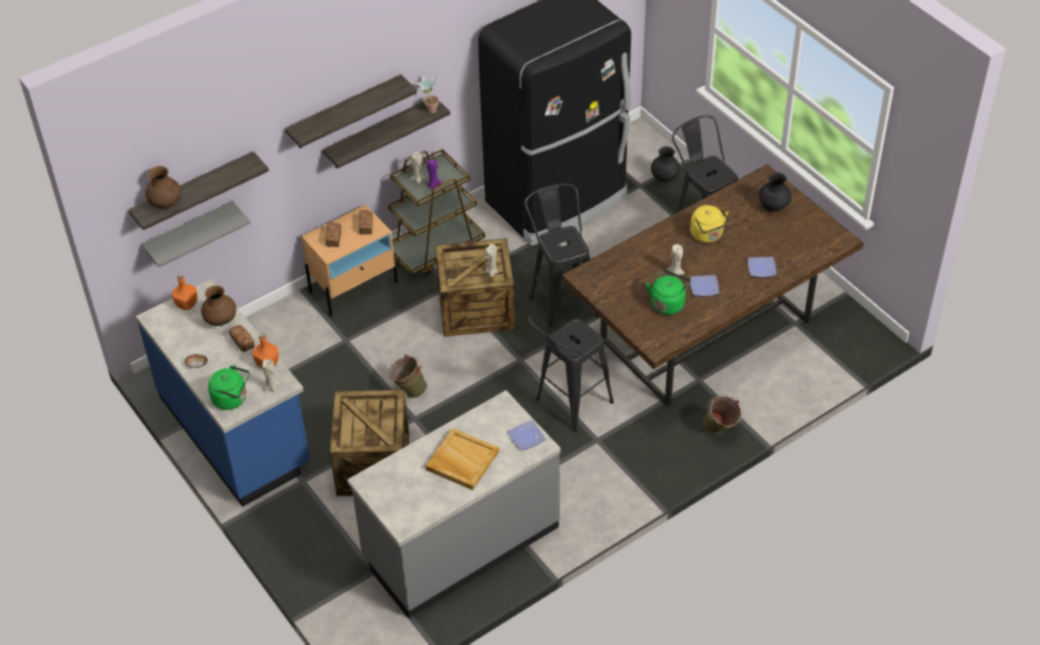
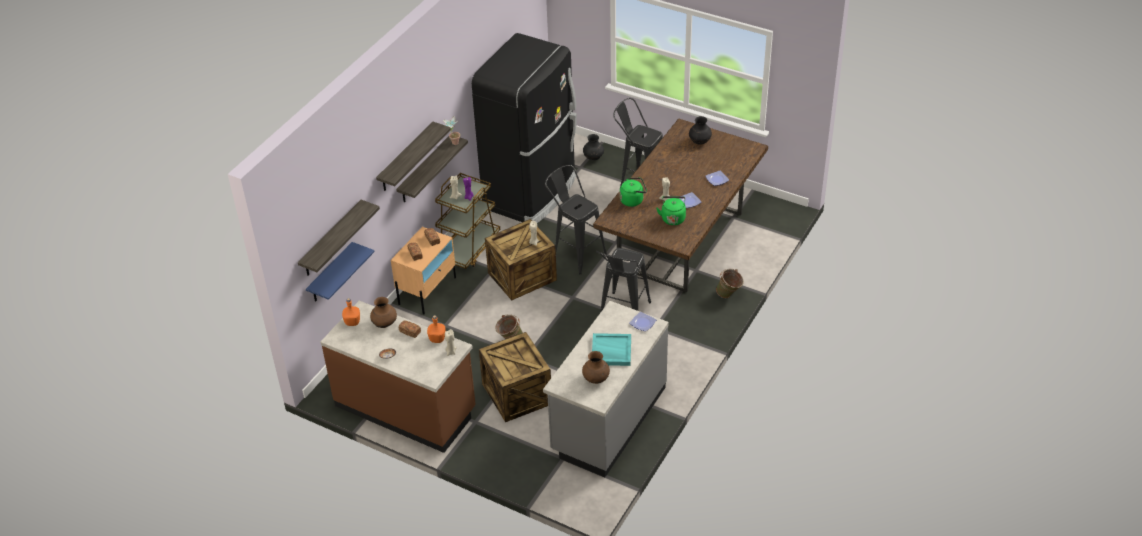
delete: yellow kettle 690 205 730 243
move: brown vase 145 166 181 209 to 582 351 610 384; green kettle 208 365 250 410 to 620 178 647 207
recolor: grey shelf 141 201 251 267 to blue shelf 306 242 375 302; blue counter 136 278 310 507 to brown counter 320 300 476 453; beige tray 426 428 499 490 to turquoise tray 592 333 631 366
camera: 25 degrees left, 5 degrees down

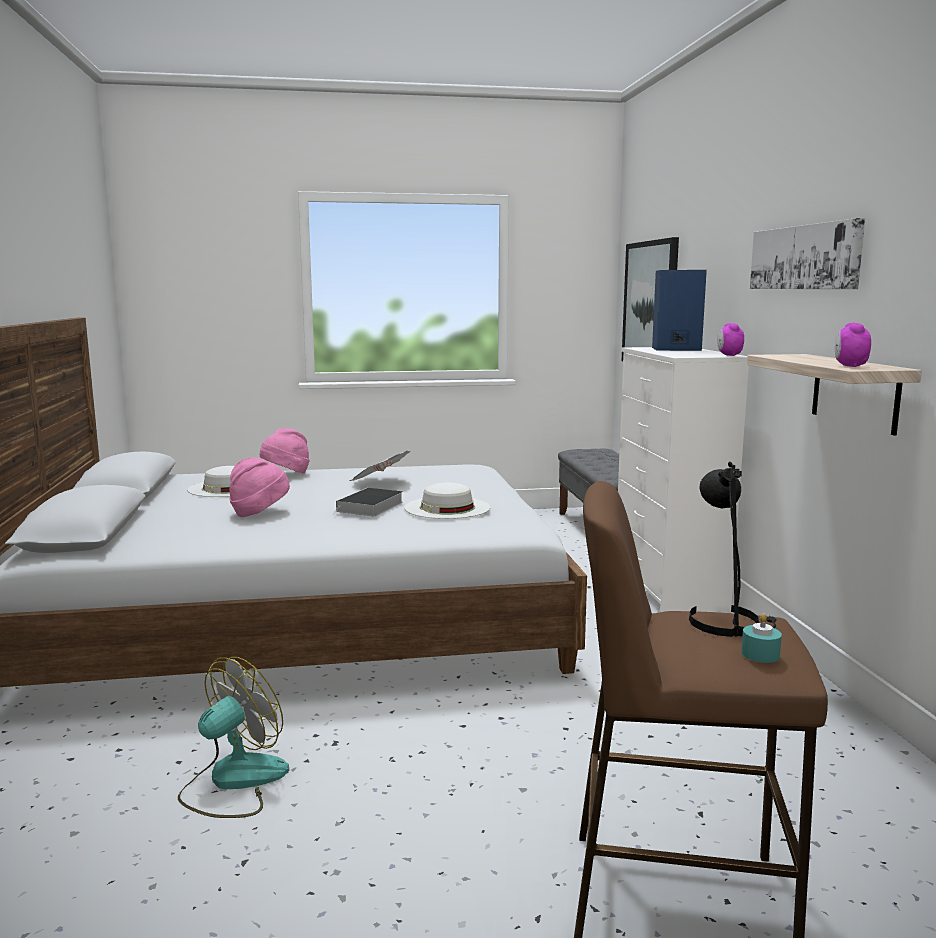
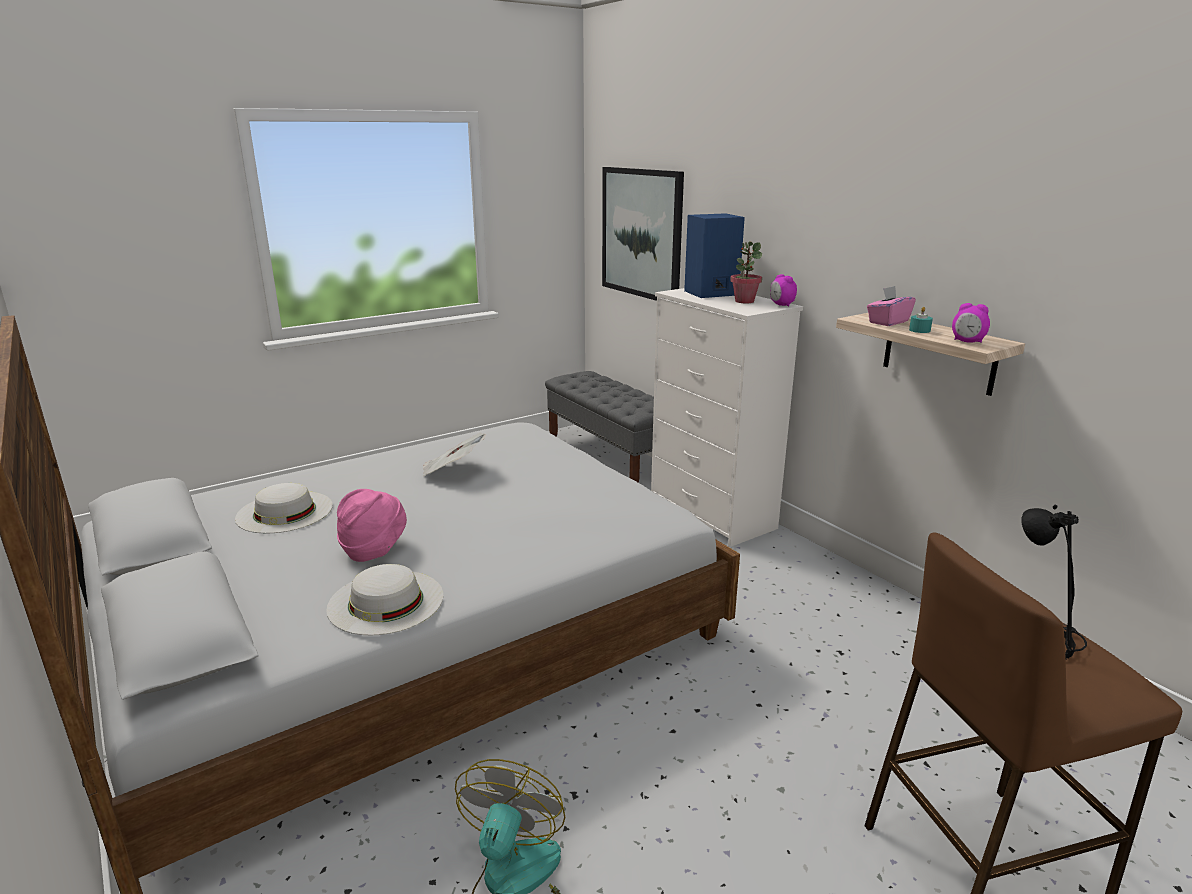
delete: pink hat 260 428 310 474; book 332 488 403 516; picture 750 218 865 289
insert: potted plant 730 241 762 303; pink tissue box 867 286 916 326
move: white hat 404 482 490 519 to 326 564 443 635; turquoise candle 741 613 782 663 to 909 307 933 333
rotate: alarm clock 835 323 871 367 = 952 303 990 343 45 degrees counterclockwise
camera: 25 degrees left, 10 degrees up

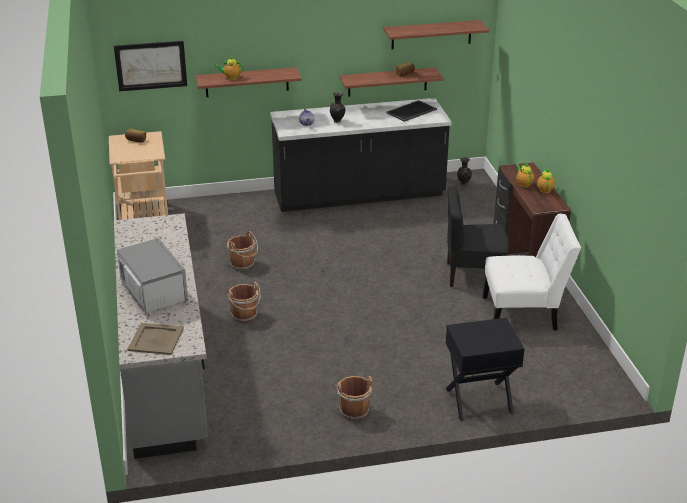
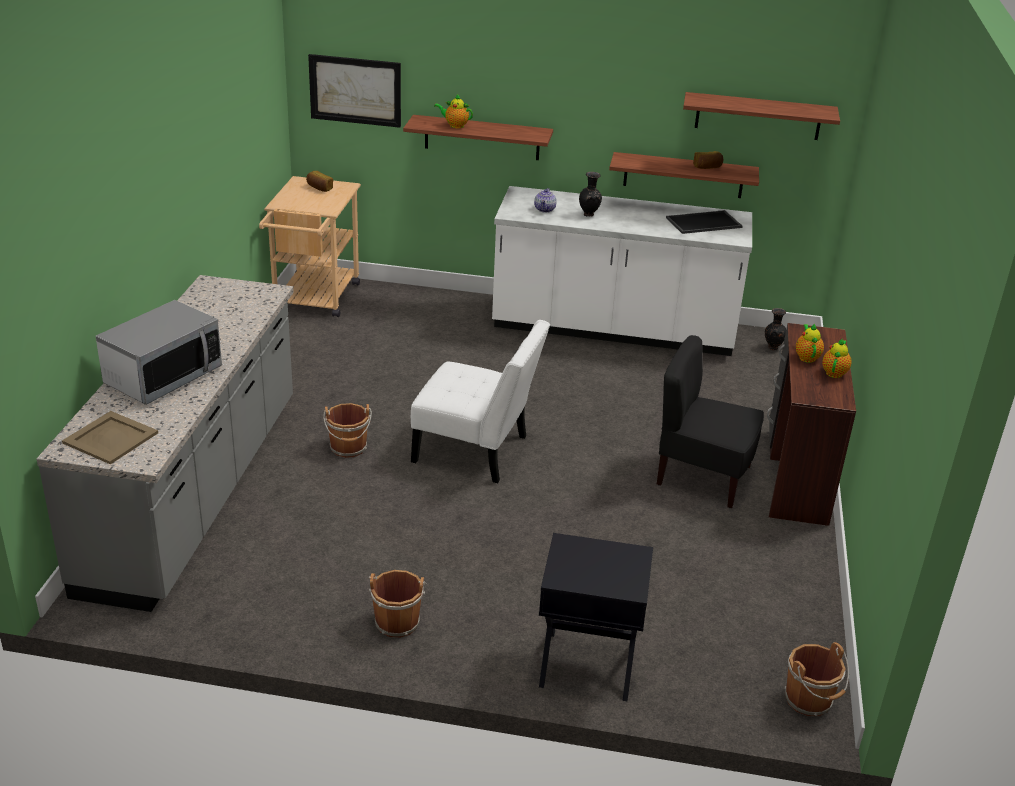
move: white chair 483 214 581 331 to 411 320 550 483; brown bucket 227 231 258 270 to 784 642 849 716
recolor: black counter 270 98 452 212 to white counter 492 186 752 356
rotate: microwave 117 238 188 314 = 96 300 222 405 45 degrees clockwise
camera: 20 degrees right, 0 degrees up

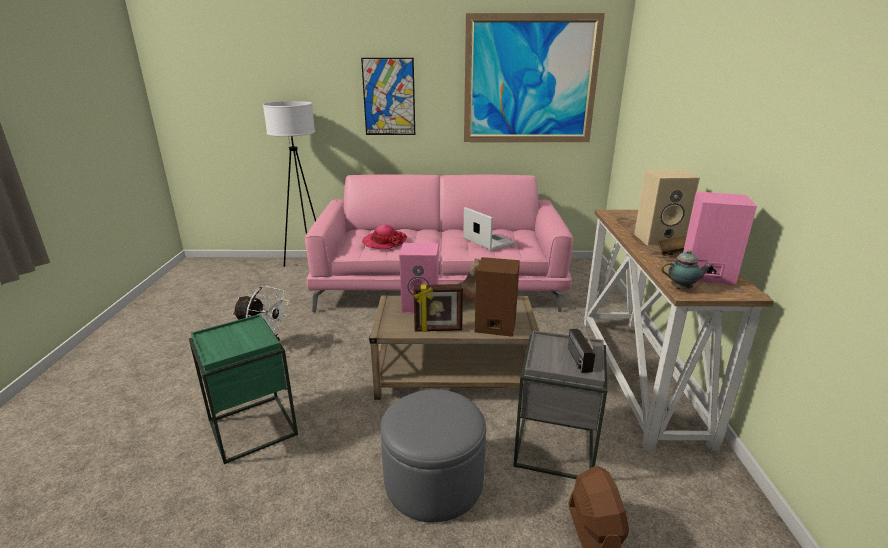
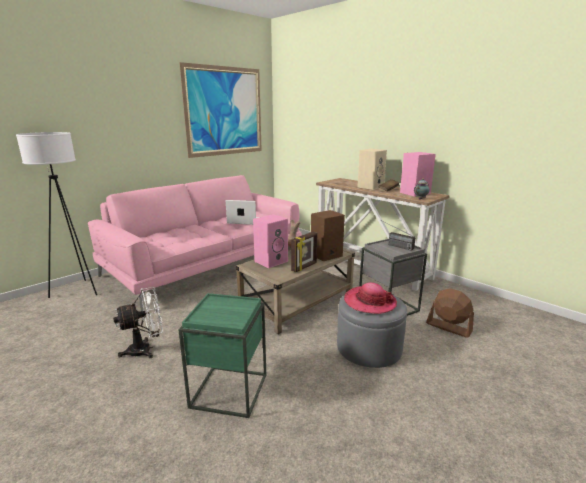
delete: picture 361 58 415 135
move: hat 362 224 407 249 to 344 283 397 314
camera: 45 degrees left, 5 degrees down

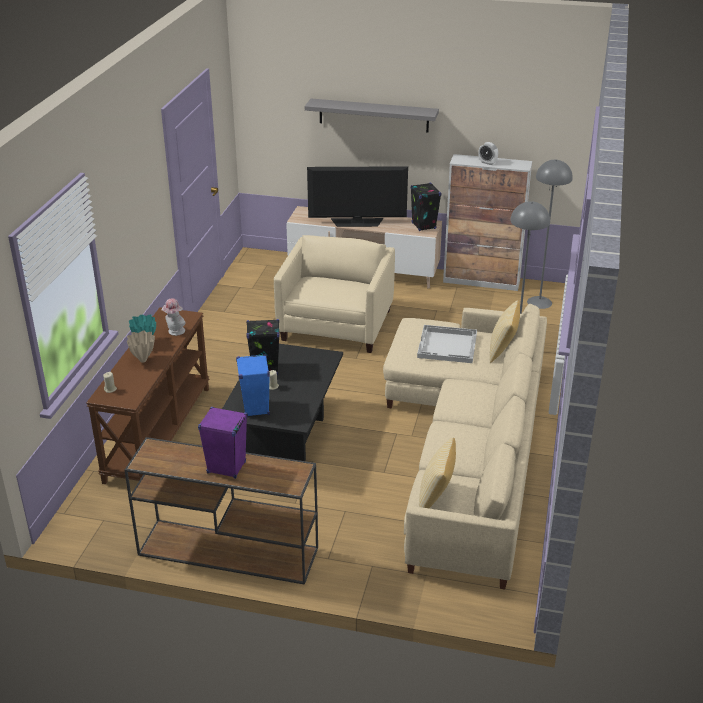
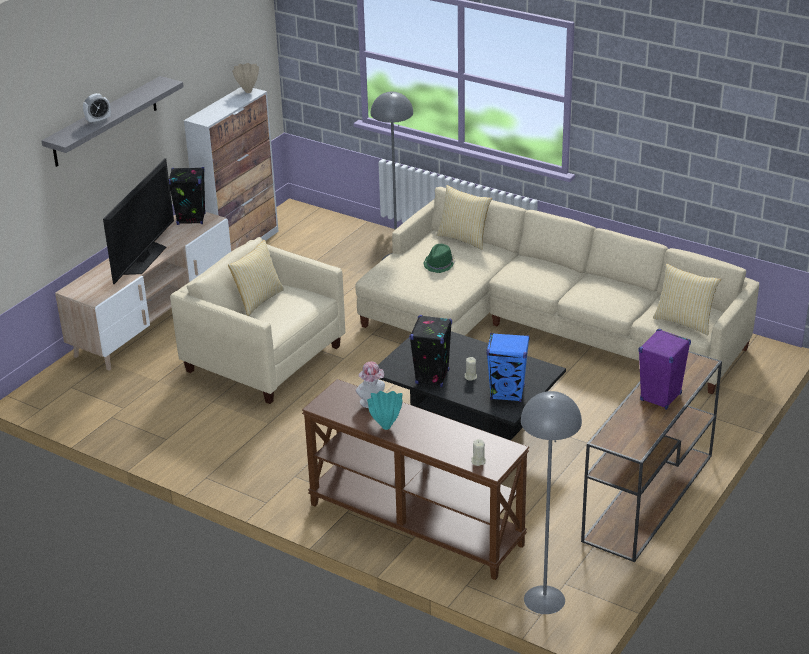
insert: pillow 228 240 284 316
move: alarm clock 478 142 498 165 to 83 93 111 124; beige vase 127 331 155 363 to 232 63 259 93; grey floor lamp 527 160 573 309 to 521 391 582 614
replace: white tray 417 325 477 363 to green hat 423 244 456 273
camera: 70 degrees left, 0 degrees up

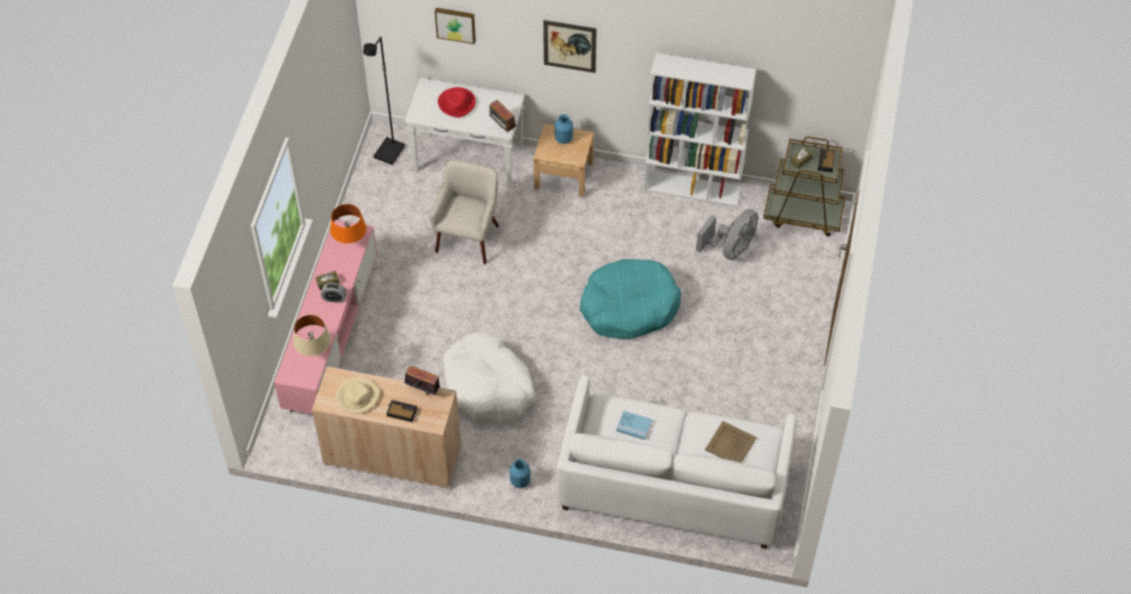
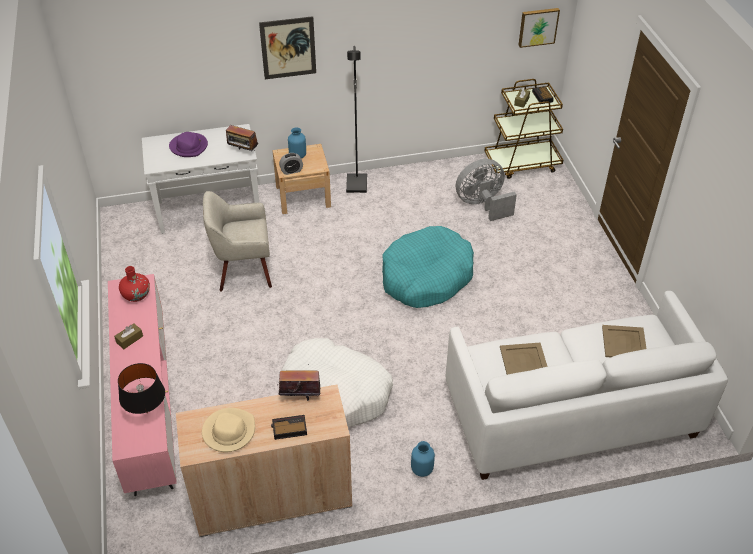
delete: white bookcase 644 53 756 207
move: alarm clock 321 283 347 303 to 279 153 303 175; black floor lamp 363 37 405 165 to 346 46 367 193; picture 435 8 476 44 to 518 8 560 48
replace: orange table lamp 330 204 366 244 to red vase 119 266 150 302; blue book 616 411 652 440 to beige tray 500 343 548 375
recolor: beige table lamp 293 315 331 356 to black table lamp 118 363 165 414; red hat 438 87 476 118 to purple hat 169 132 208 157
rotate: beige armchair 429 160 499 264 = 203 191 272 291 90 degrees counterclockwise; grey fan 696 209 759 260 = 456 159 517 221 120 degrees counterclockwise
camera: 25 degrees left, 10 degrees down

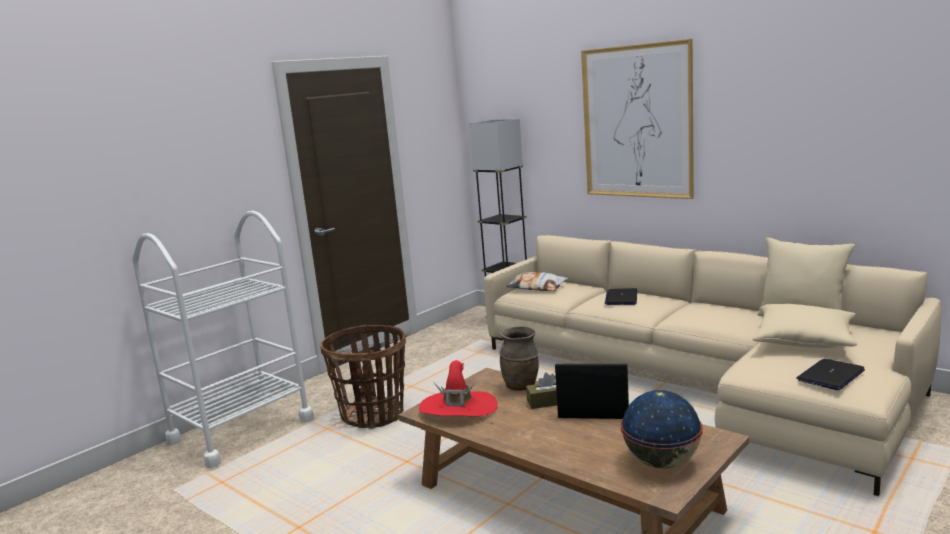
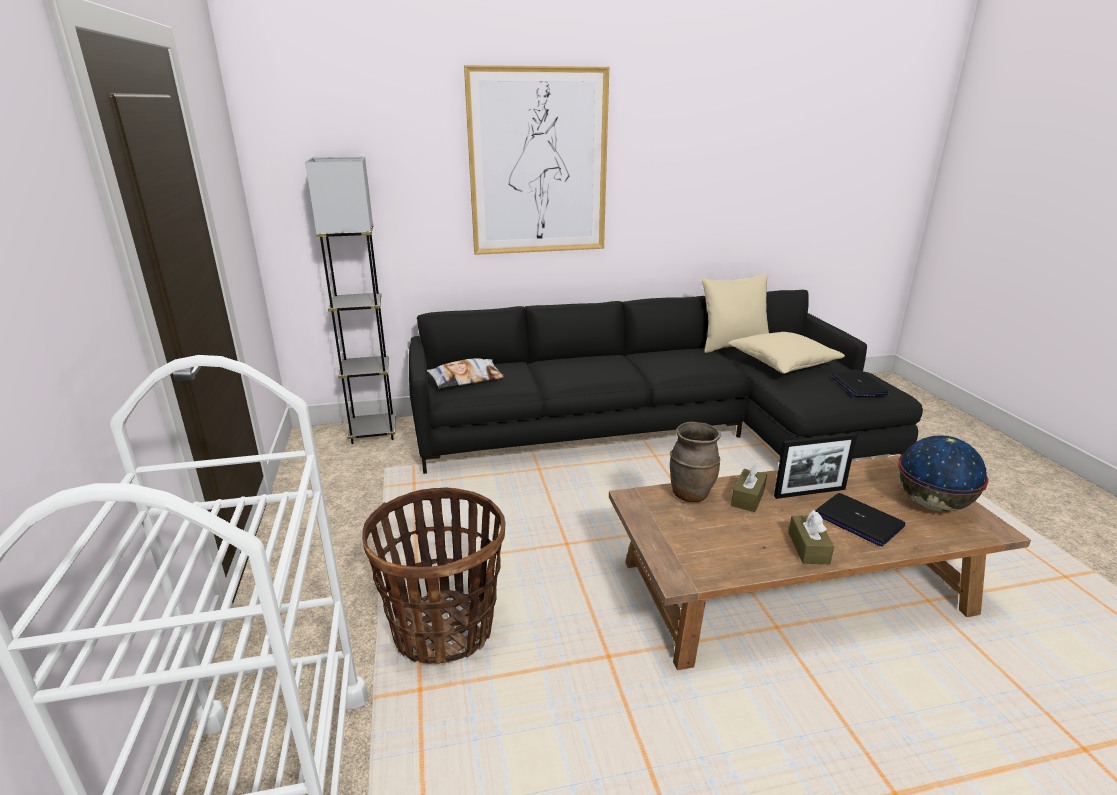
delete: red hat 419 360 498 416
insert: brown tissue box 788 510 834 564
move: laptop 605 288 637 305 to 815 493 906 547
recolor: beige sofa 484 235 941 496 to black sofa 409 290 923 474
rotate: picture frame 555 364 629 419 = 774 433 857 499 150 degrees counterclockwise
camera: 55 degrees left, 10 degrees up

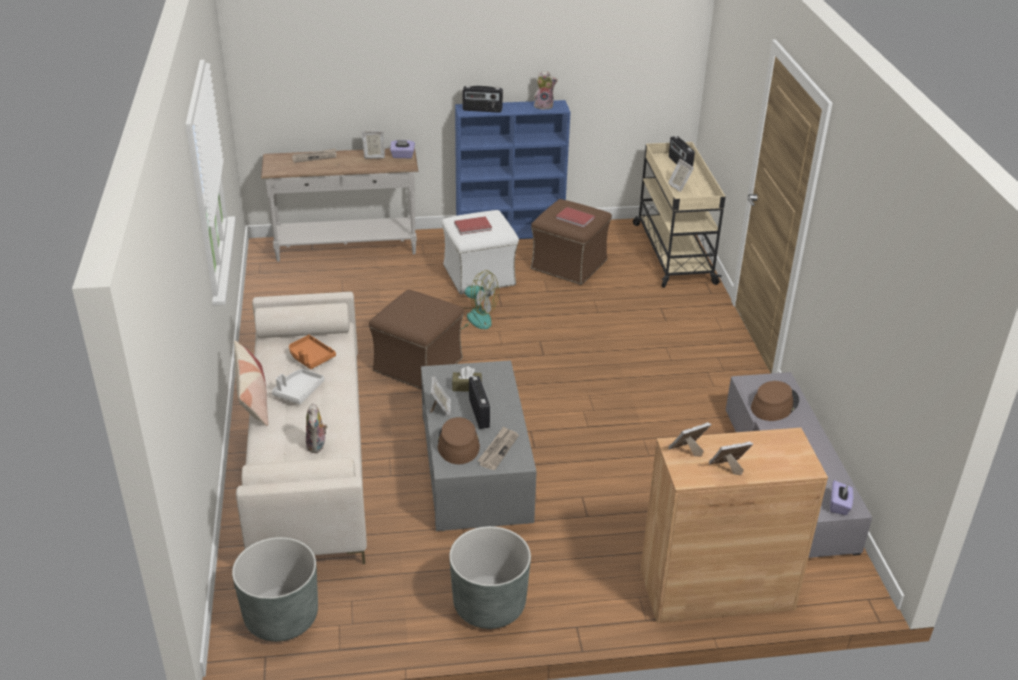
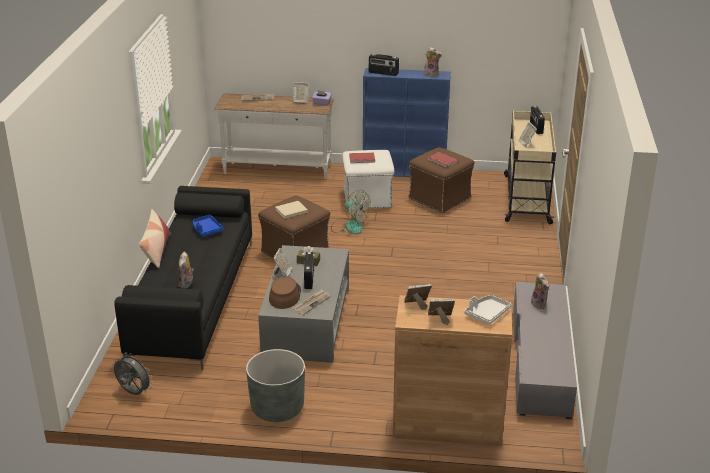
delete: purple tissue box 830 480 853 515
insert: beige book 275 201 308 219
move: white tray 271 369 325 404 to 464 295 511 325
replace: grey planter 232 537 318 642 to grey fan 114 353 153 395; brown hat 751 381 799 421 to plush toy 531 272 549 309
recolor: beige sofa 236 292 367 564 to black sofa 114 186 252 370; orange tray 289 335 336 369 to blue tray 193 215 224 237
camera: 15 degrees right, 5 degrees down

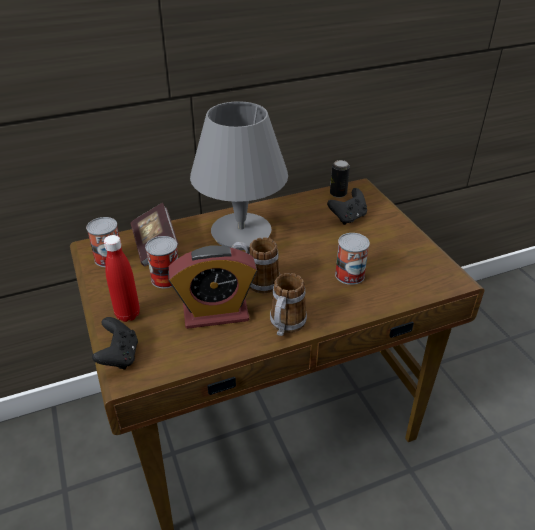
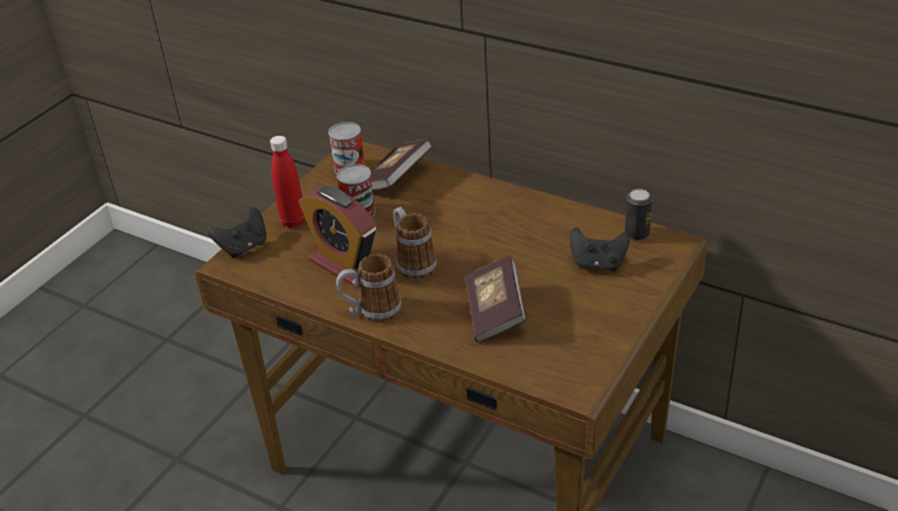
delete: grey table lamp 190 101 288 250
replace: can 335 233 370 285 to book 465 255 527 343
camera: 55 degrees right, 0 degrees up

